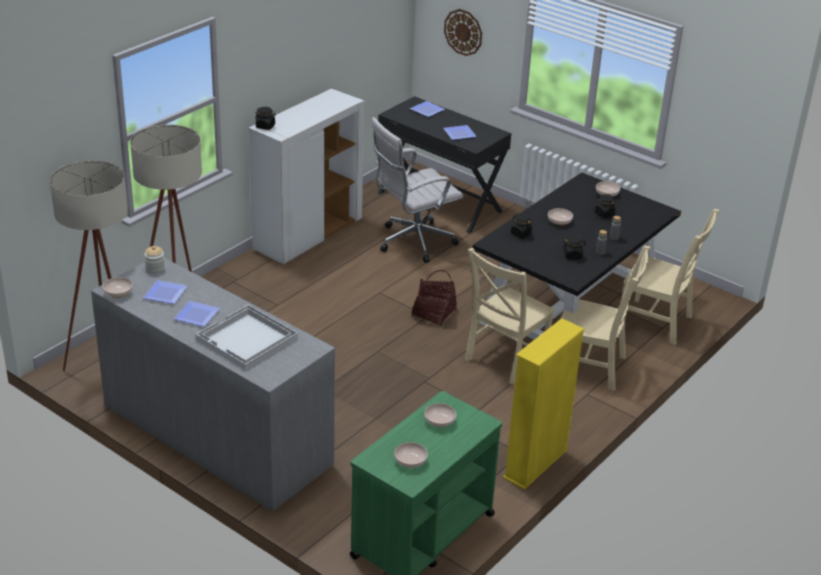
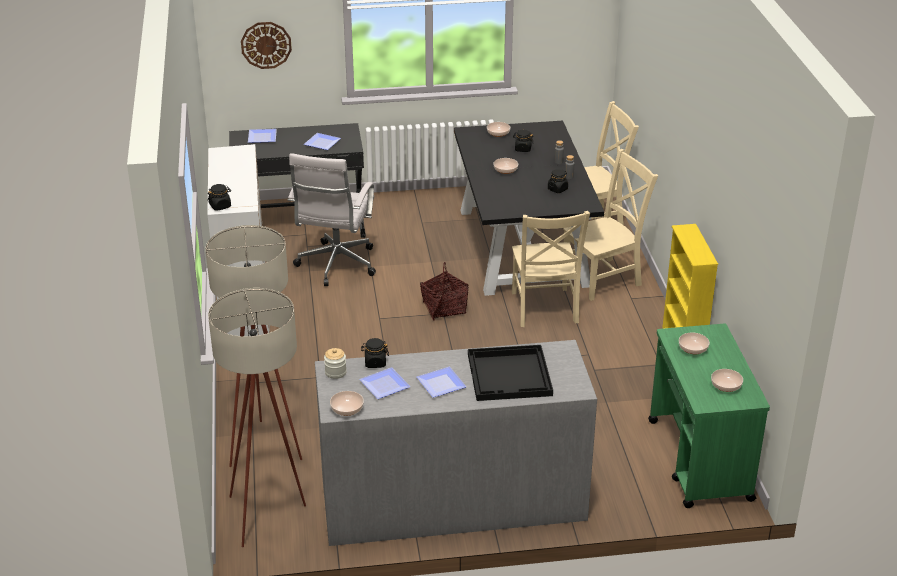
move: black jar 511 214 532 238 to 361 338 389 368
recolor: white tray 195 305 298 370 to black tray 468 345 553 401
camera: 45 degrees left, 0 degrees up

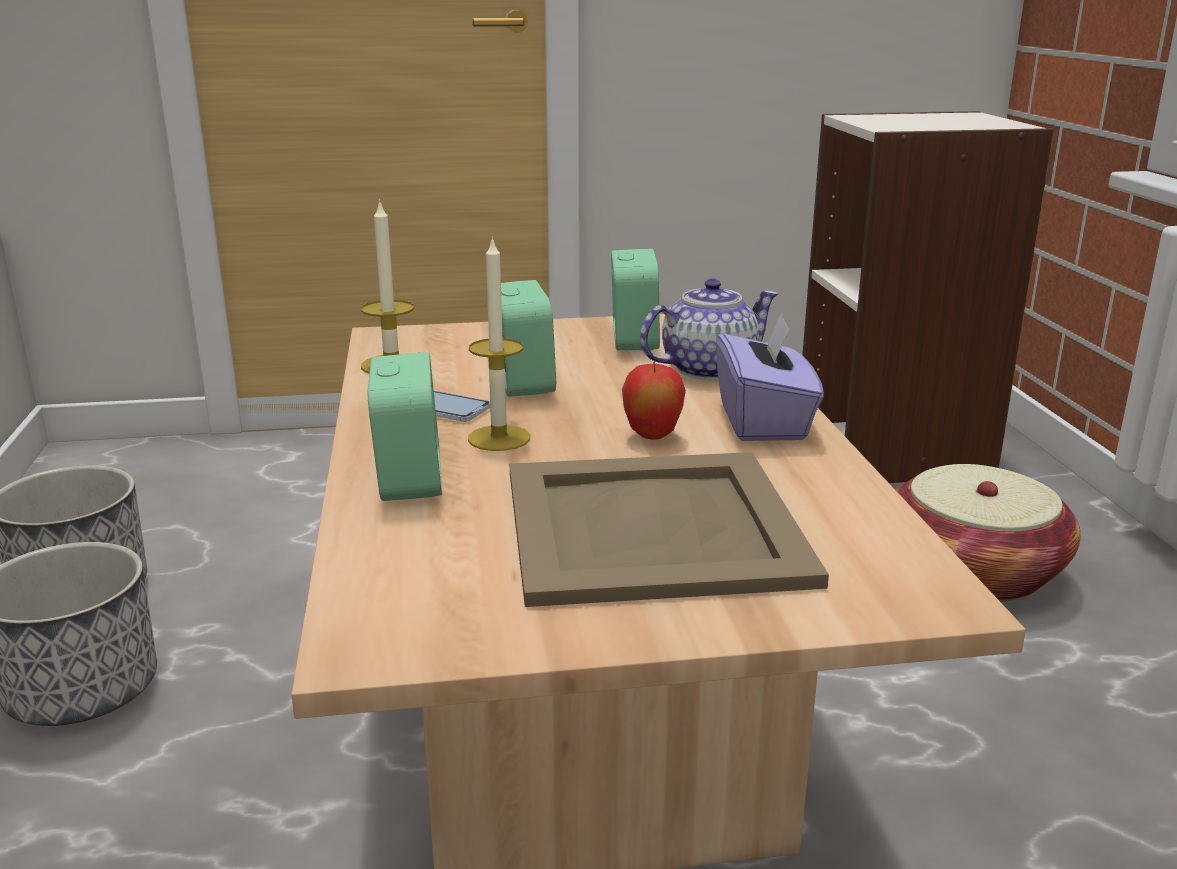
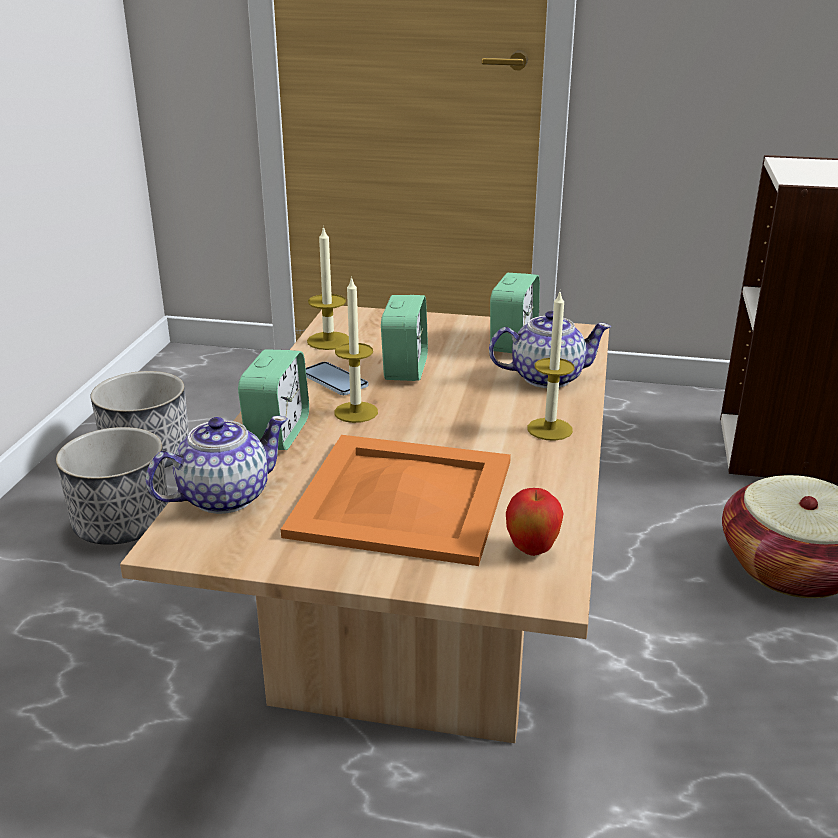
insert: teapot 146 416 288 514
move: apple 622 362 686 440 to 506 488 564 556
replace: purple tissue box 716 313 824 441 to candle 527 292 575 441
recolor: beige tray 510 452 829 607 to orange tray 281 435 511 566
camera: 20 degrees right, 5 degrees up

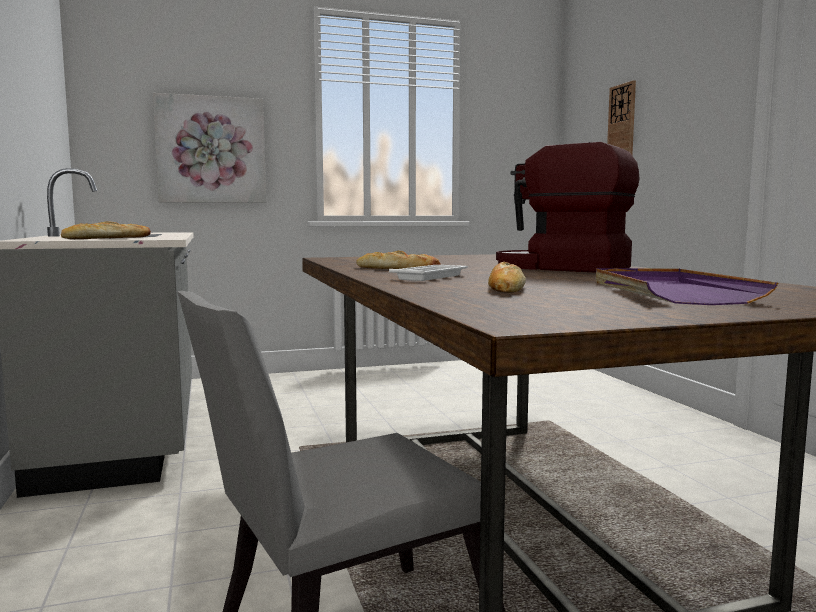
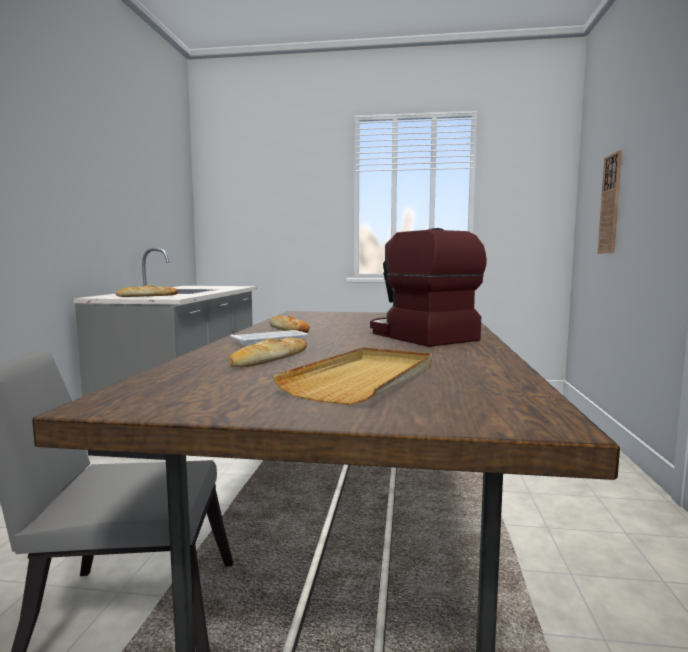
delete: picture 153 93 266 203
recolor: purple tray 596 268 778 305 to beige tray 272 347 432 405
camera: 25 degrees right, 0 degrees up

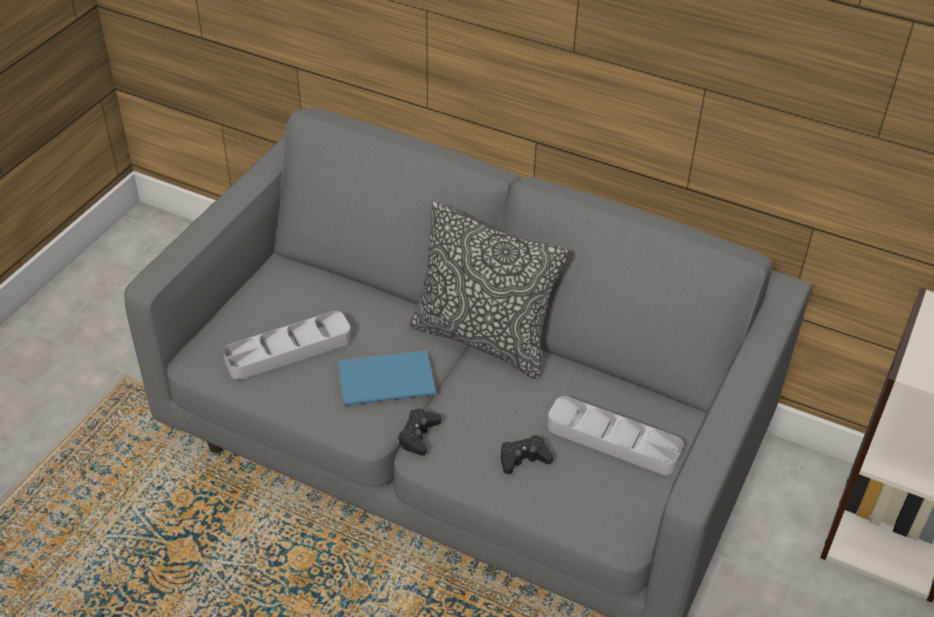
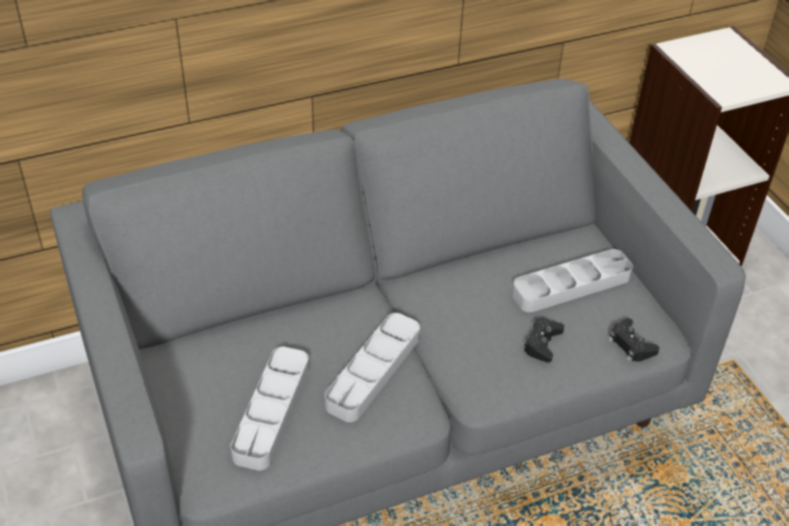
delete: pillow 410 201 568 379
move: black game controller 398 409 441 456 to 609 318 659 362
replace: blue book 338 351 436 406 to grey tray 325 313 420 422
camera: 50 degrees left, 0 degrees up

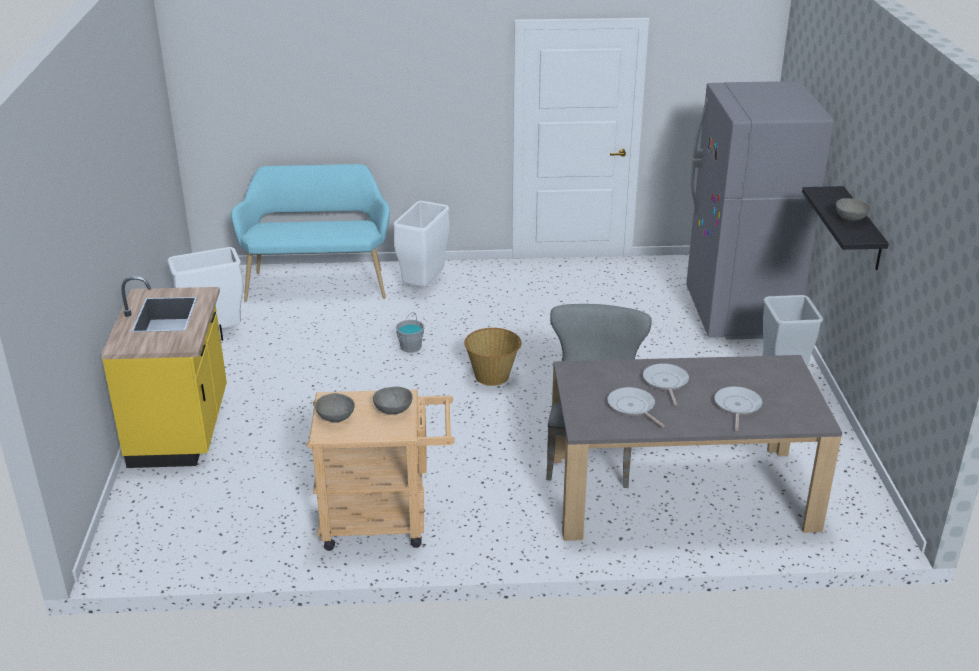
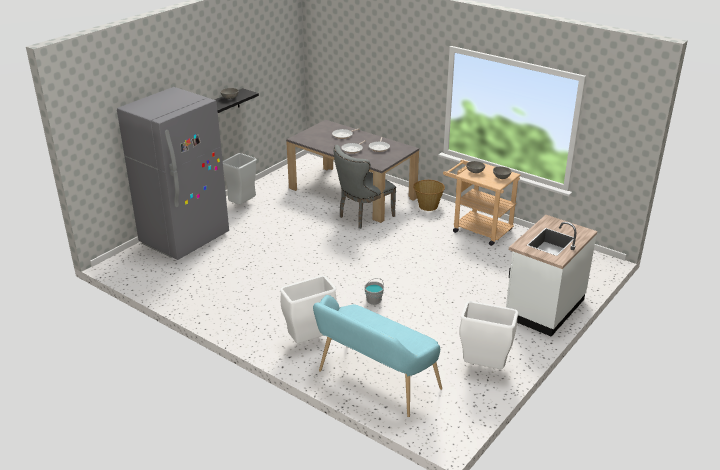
move: basket 464 328 522 386 to 413 180 445 211
recolor: yellow counter 101 276 227 468 to white counter 506 215 597 337
camera: 140 degrees left, 0 degrees up

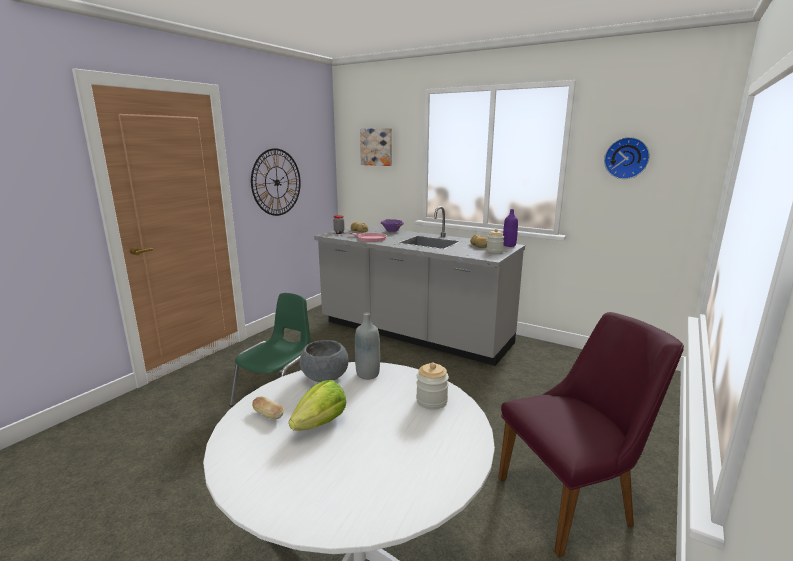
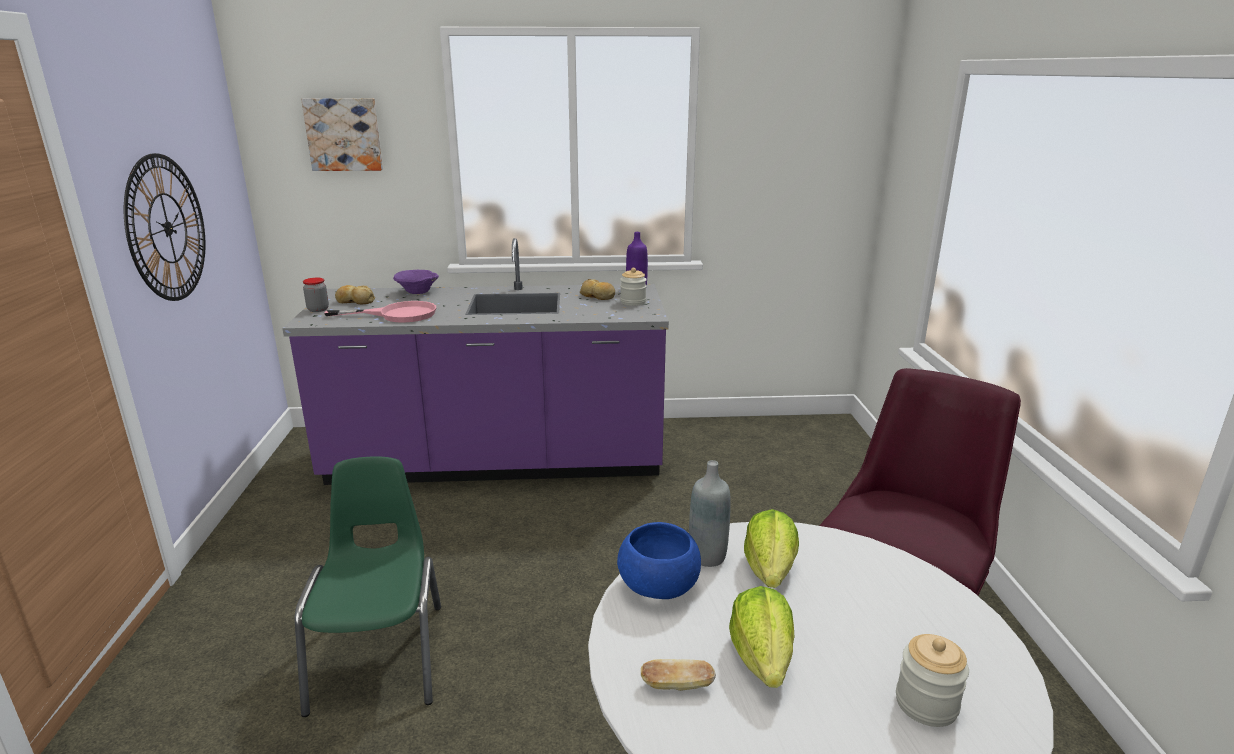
delete: wall clock 604 137 650 179
insert: lettuce 744 509 799 588
move: jar 416 363 449 410 to 896 634 969 727
recolor: grey counter 314 206 525 366 to purple counter 282 238 669 485; grey bowl 300 340 349 382 to blue bowl 617 522 701 599
camera: 35 degrees left, 5 degrees up

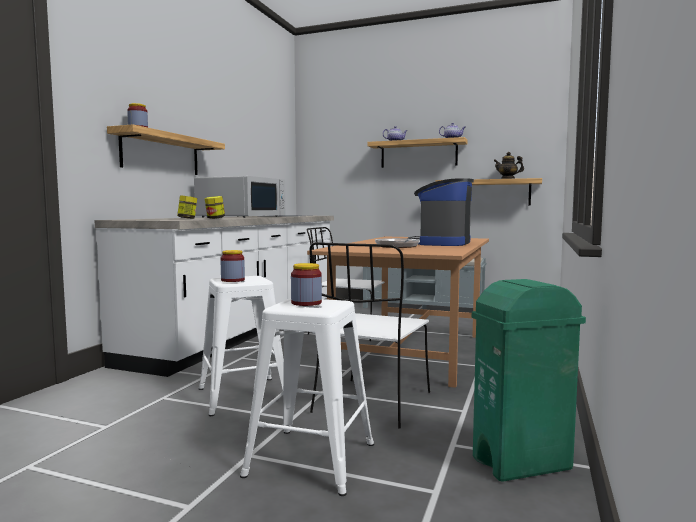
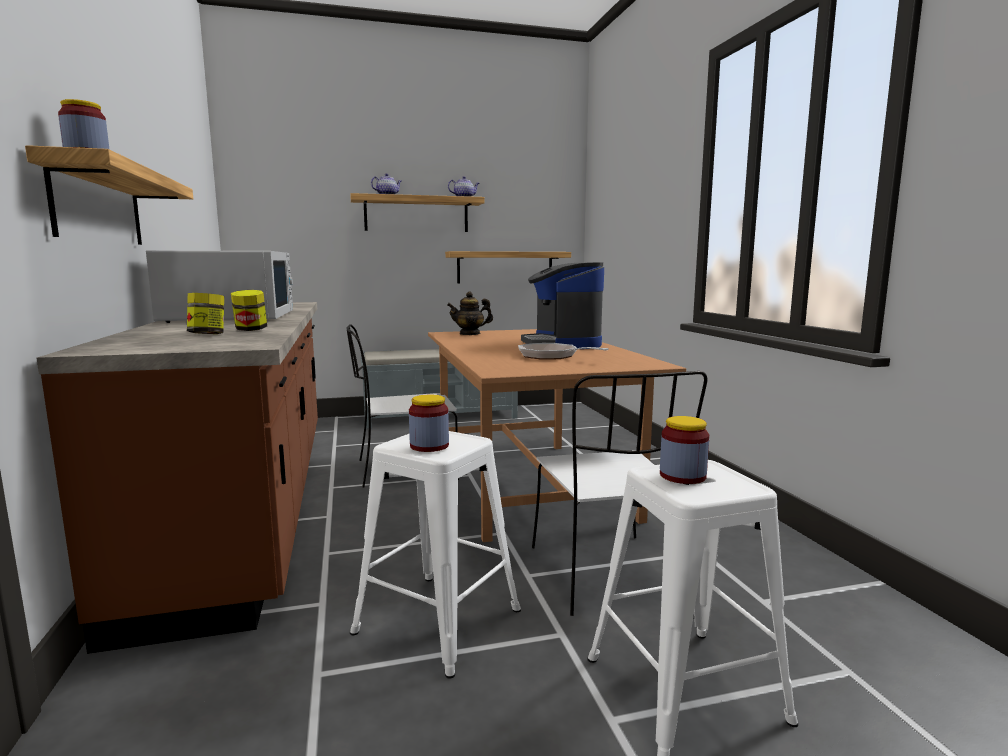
delete: green trash can 472 279 586 482
move: teapot 494 152 524 179 to 447 291 493 335
recolor: white counter 94 215 334 377 to brown counter 37 302 318 654
camera: 35 degrees left, 5 degrees up

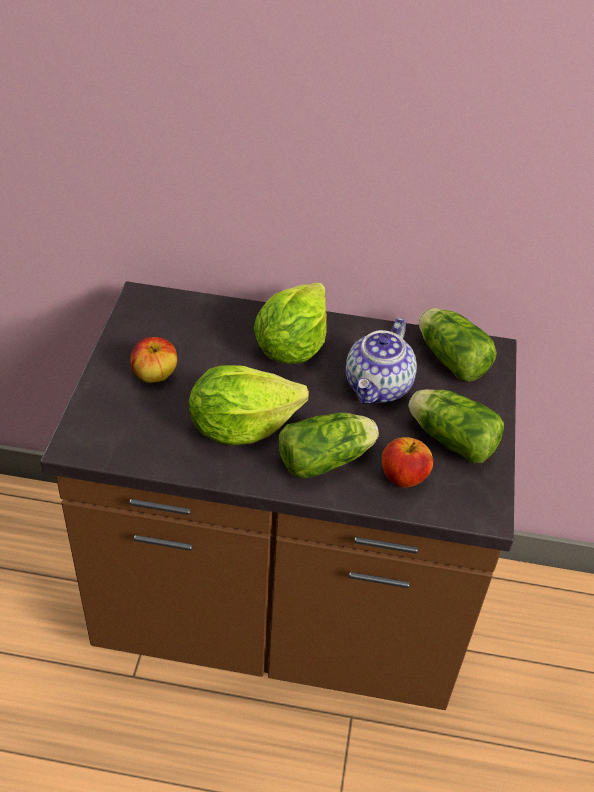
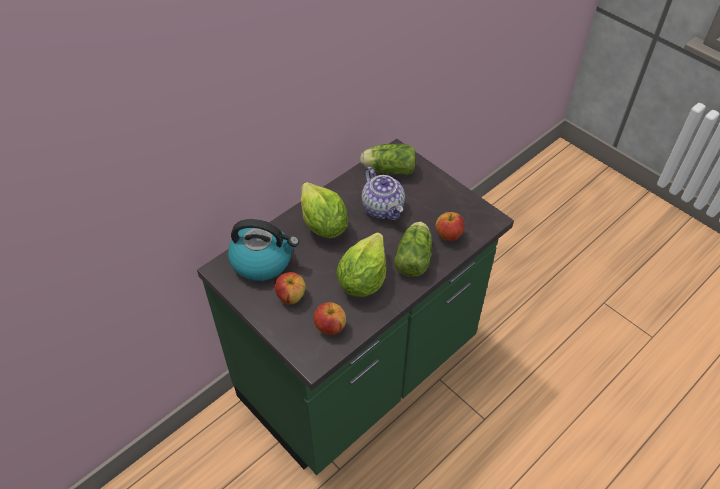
delete: lettuce 408 389 504 463
insert: kettle 228 219 299 281; apple 314 302 346 335
recolor: brown counter 40 281 517 710 to green counter 197 139 514 475
camera: 50 degrees left, 5 degrees up

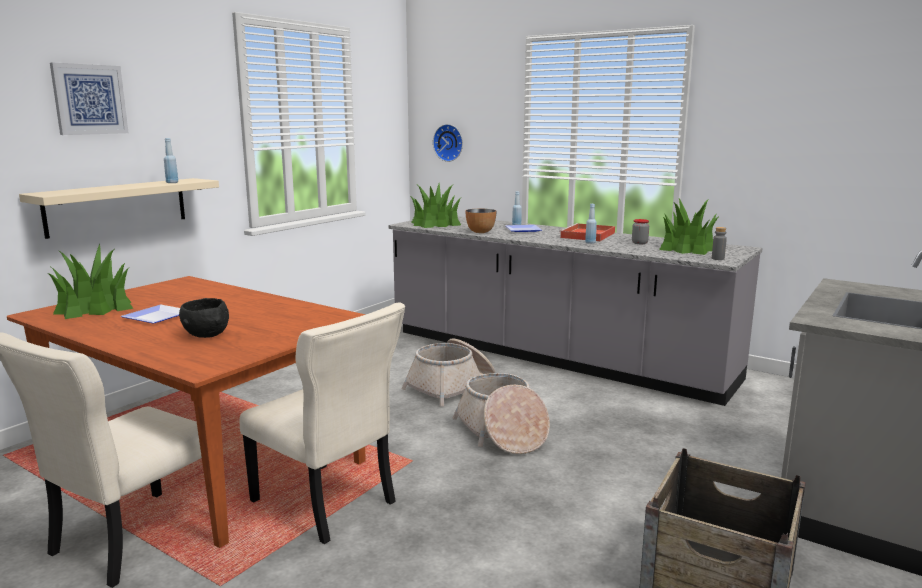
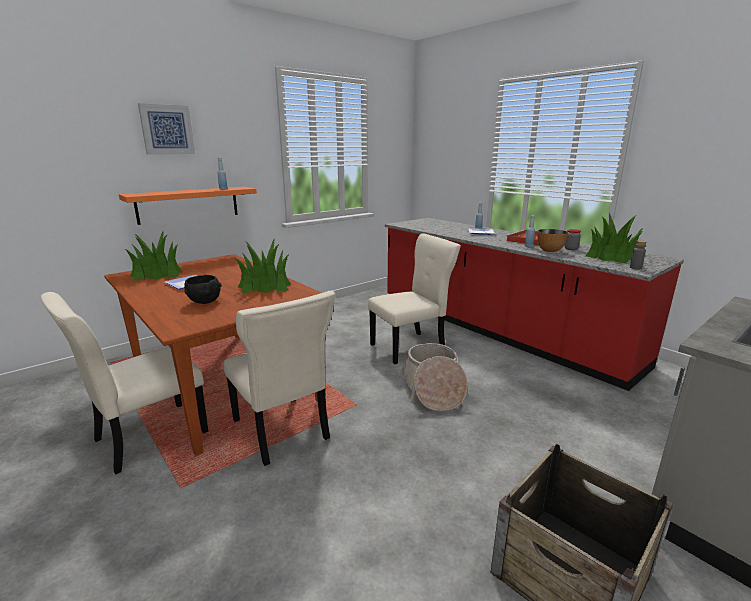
delete: wall clock 433 124 463 162
move: potted plant 411 184 461 228 to 235 240 291 293; bowl 466 209 496 233 to 538 229 568 252
replace: basket 401 339 495 407 to beige chair 368 234 461 364
recolor: beige shelf 19 178 219 239 to orange shelf 119 187 257 225; grey counter 389 216 763 406 to red counter 385 218 684 391
camera: 15 degrees right, 5 degrees up

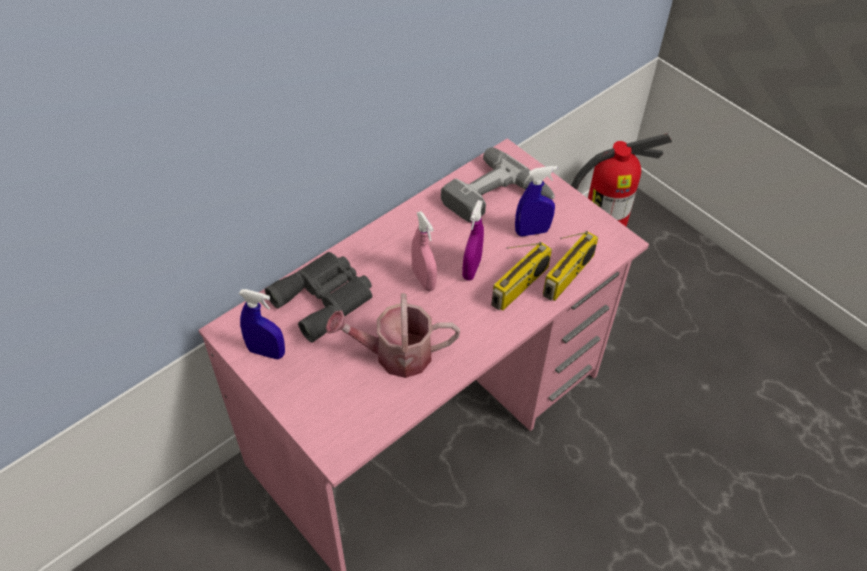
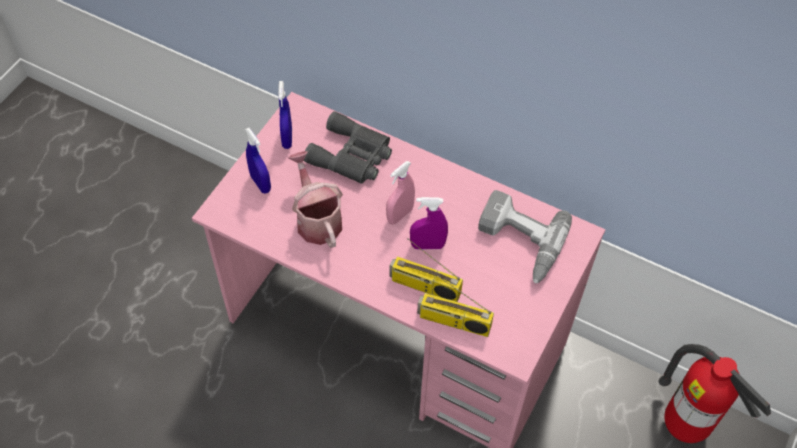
move: blue spray bottle 515 166 558 237 to 245 128 271 194
camera: 70 degrees right, 5 degrees up

